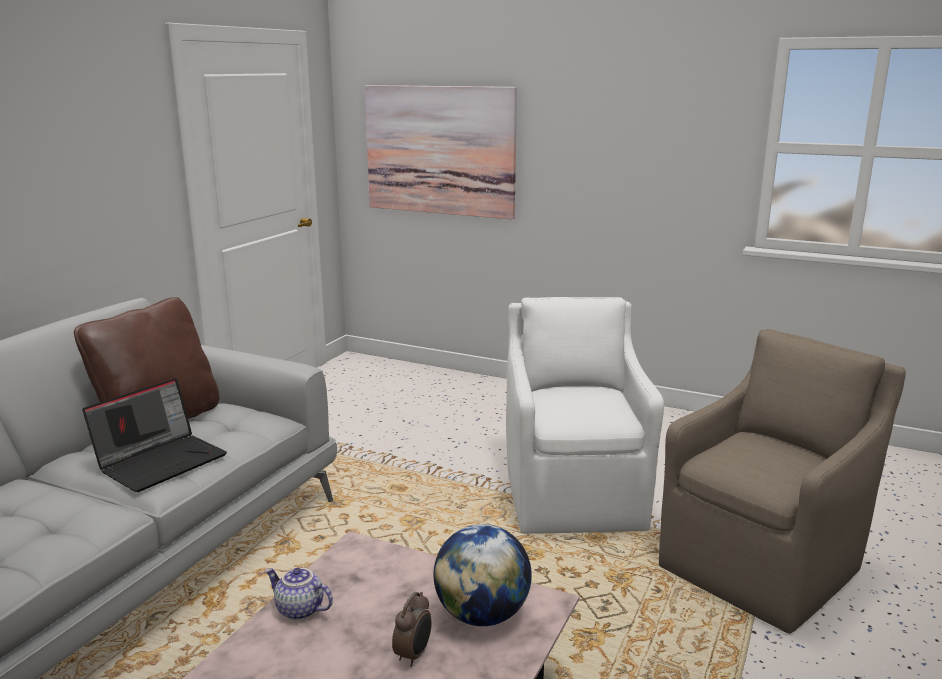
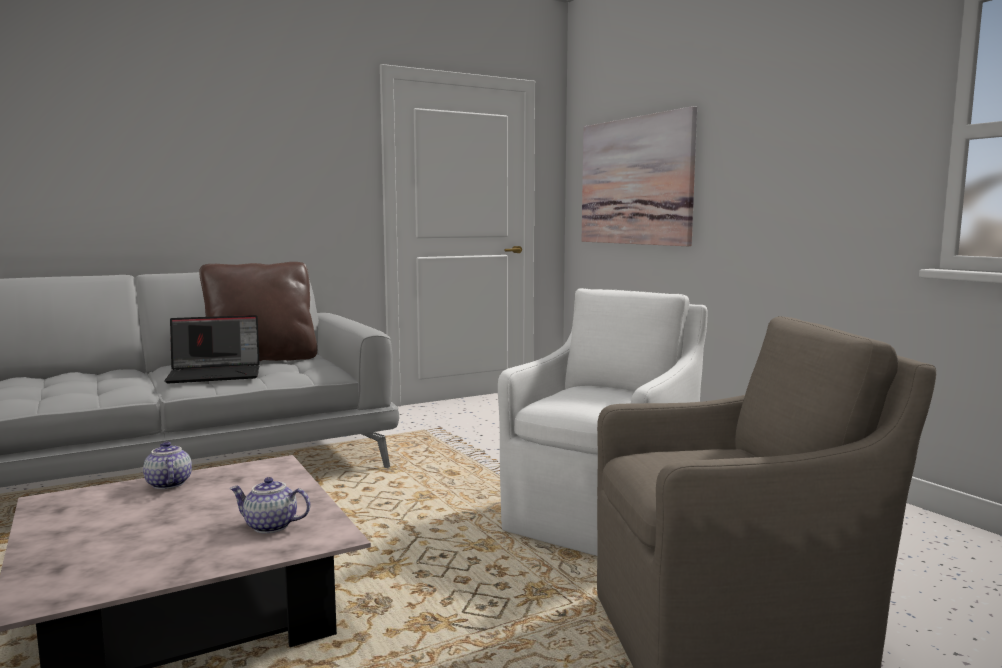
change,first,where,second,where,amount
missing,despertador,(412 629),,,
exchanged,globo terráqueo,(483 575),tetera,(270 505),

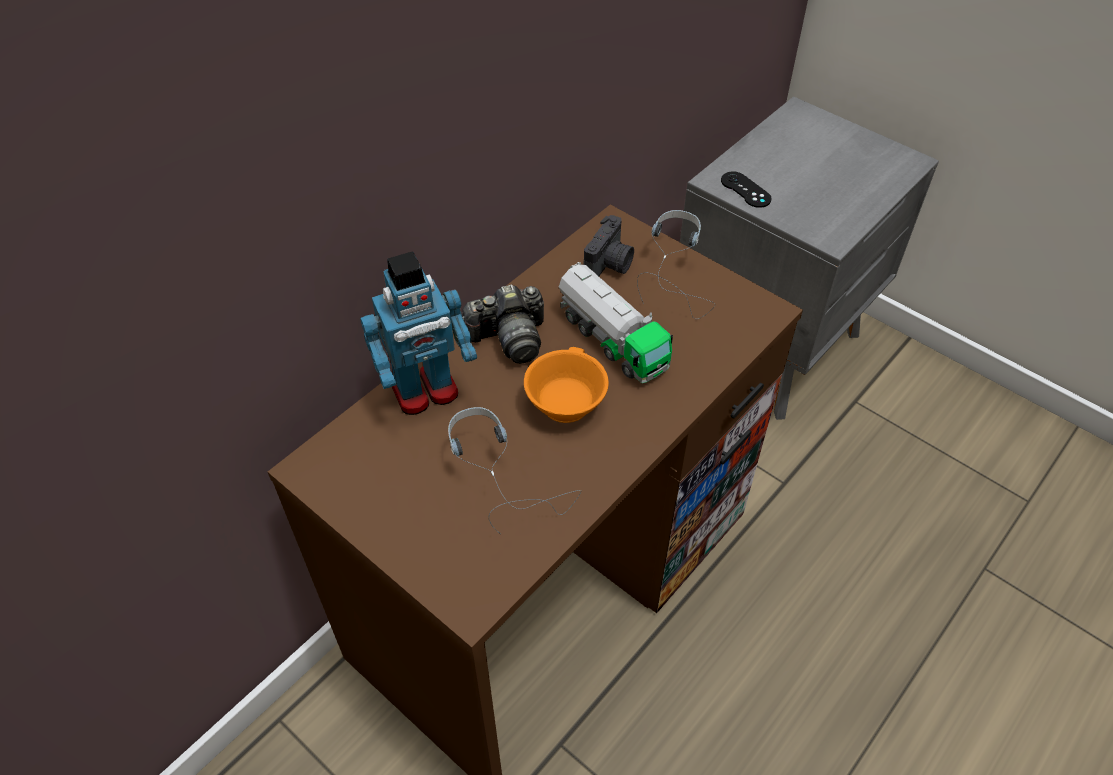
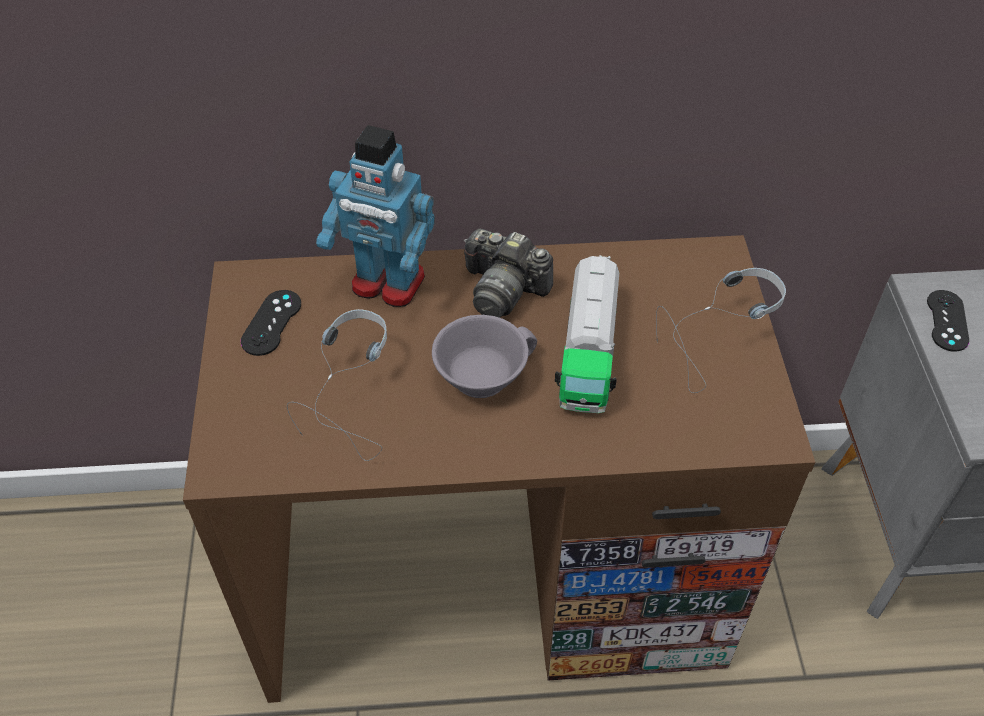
change,first,where,second,where,amount
colour,taza [naranja],(566 385),taza [gris],(484 356),
missing,cámara,(609 245),,,
appeared,,,mando de consola [negro],(271 323),

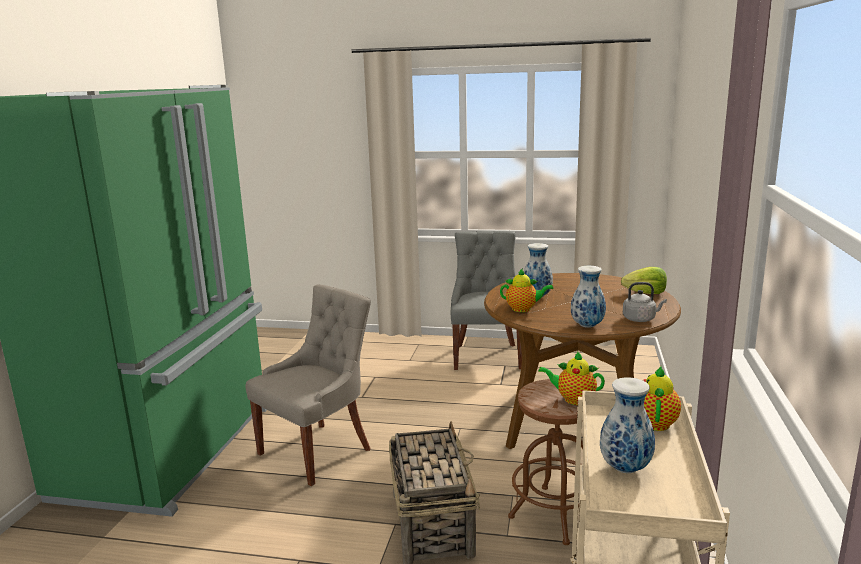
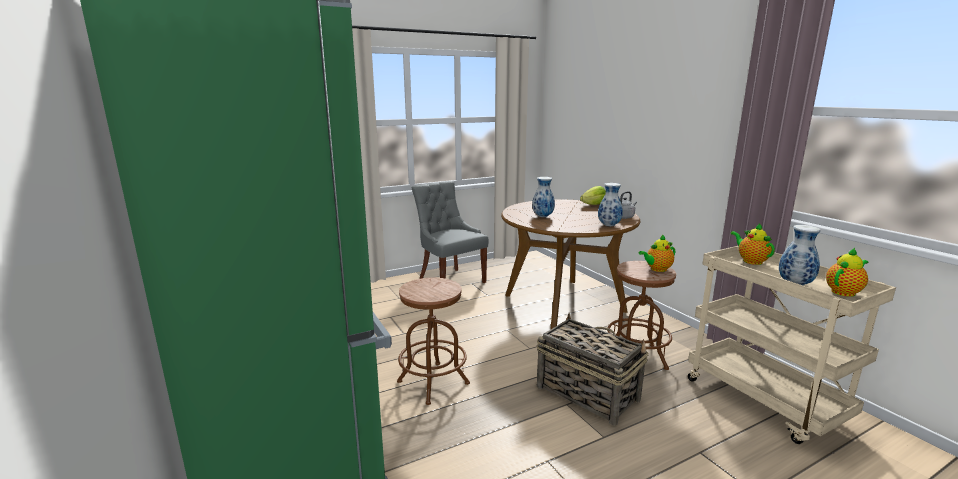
change,first,where,second,where,amount
exchanged,silla [gris],(308 385),taburete [marrón],(433 341),
relocated,tetera,(526 290),,(847 272),

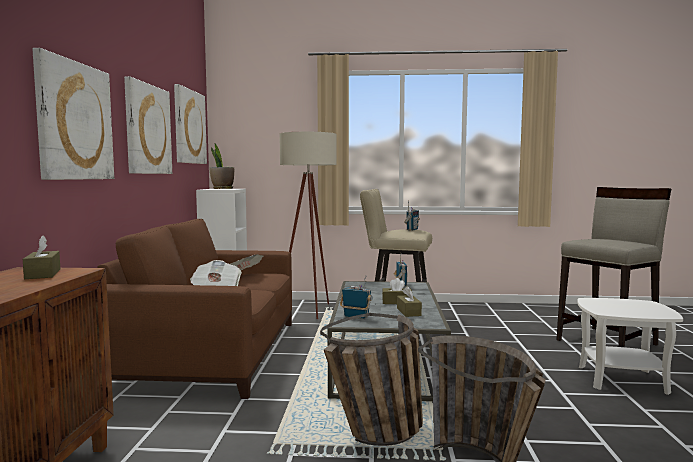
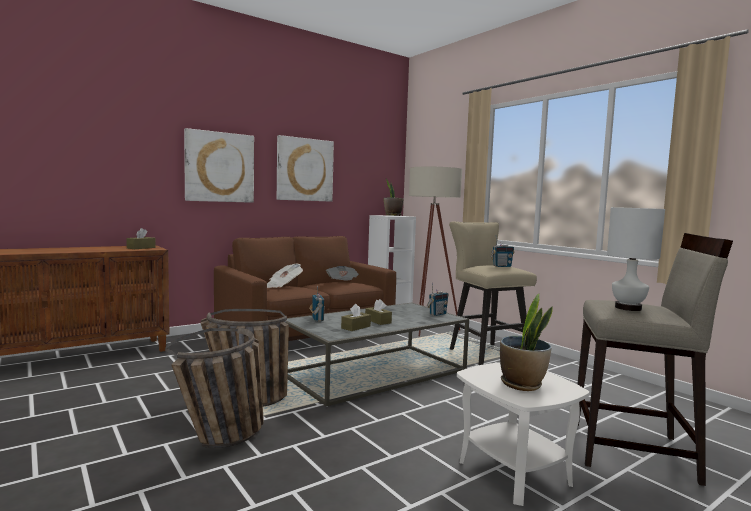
change,first,where,second,where,amount
missing,cuadro,(190 124),,,
appeared,,,planta en maceta,(526 342),
appeared,,,lámpara de mesa [blanco],(636 259),

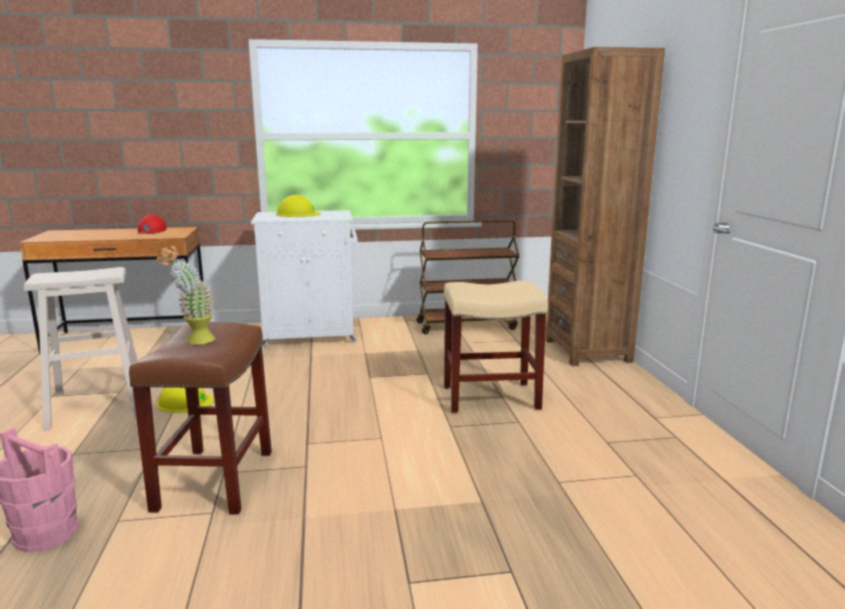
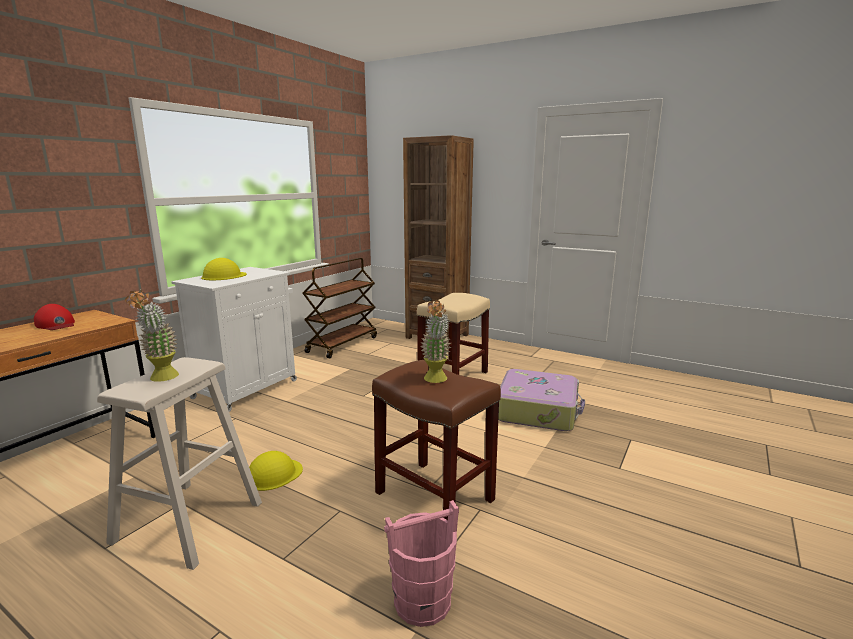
change,first,where,second,where,amount
appeared,,,planta en maceta,(152 336),
appeared,,,maleta,(541 400),

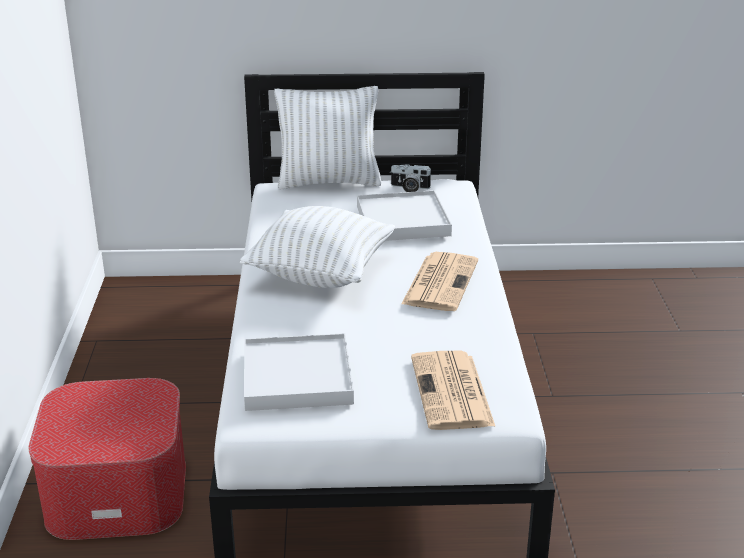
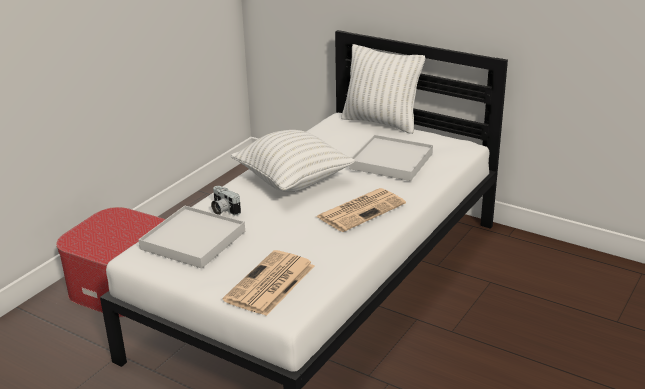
change,first,where,second,where,amount
relocated,cámara,(410 178),,(226 201),

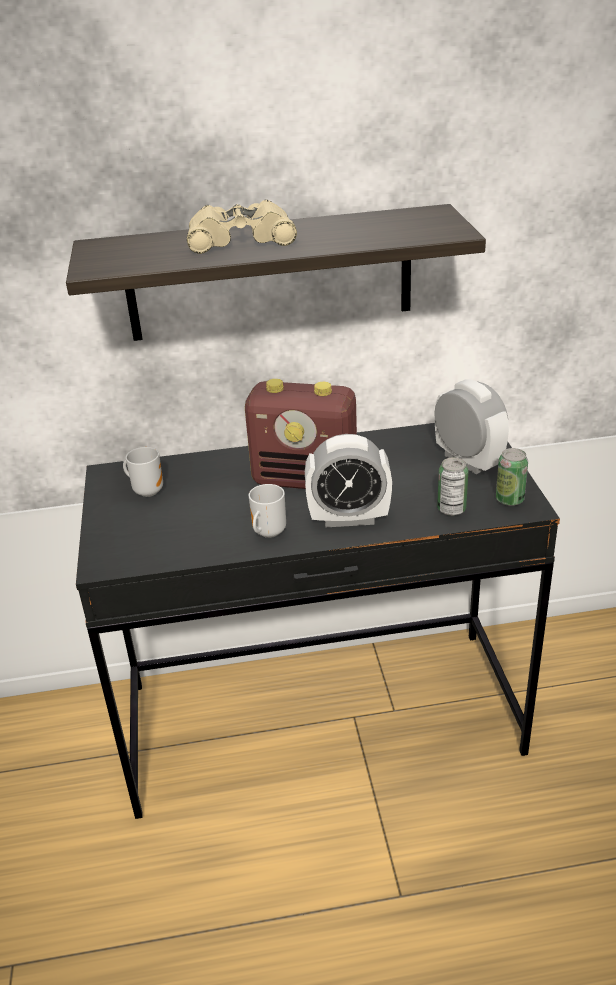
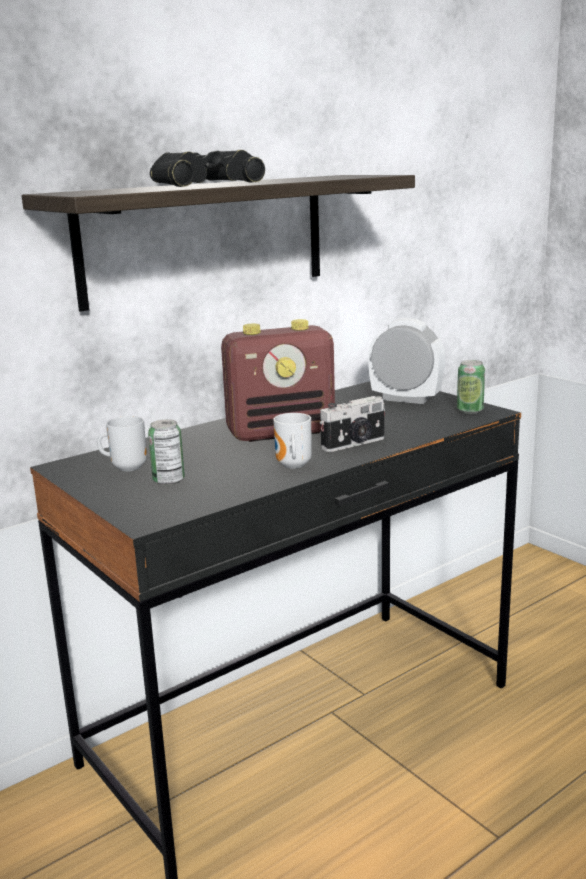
change,first,where,second,where,amount
colour,prismáticos [beis],(242 227),prismáticos [negro],(207 168),
exchanged,despertador,(348 481),cámara,(352 424),
relocated,lata,(452 486),,(166 452),

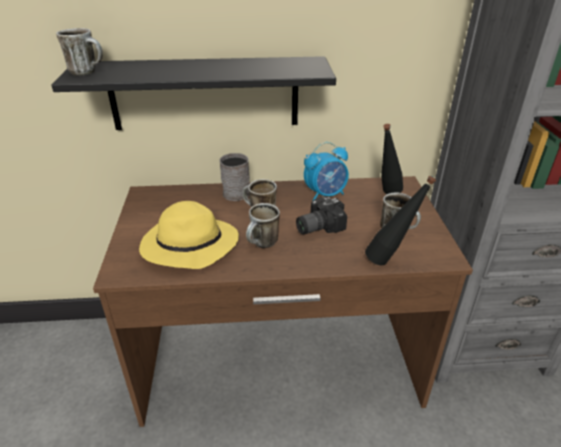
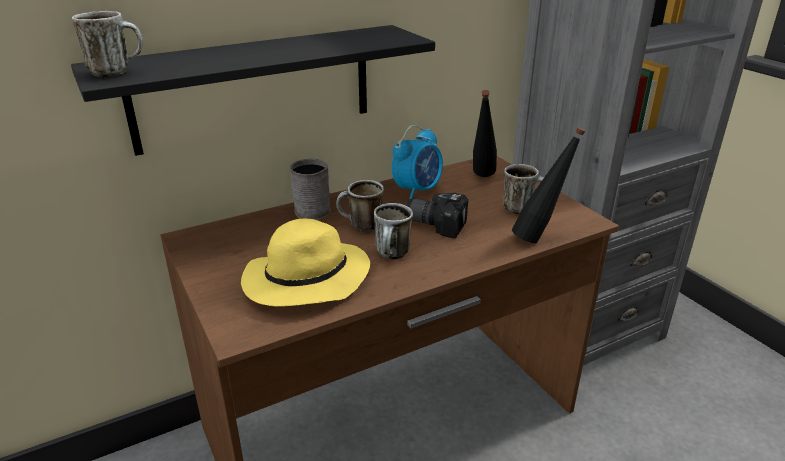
change,first,where,second,where,amount
spun,cámara,(321 215),,(437 216),75 degrees clockwise

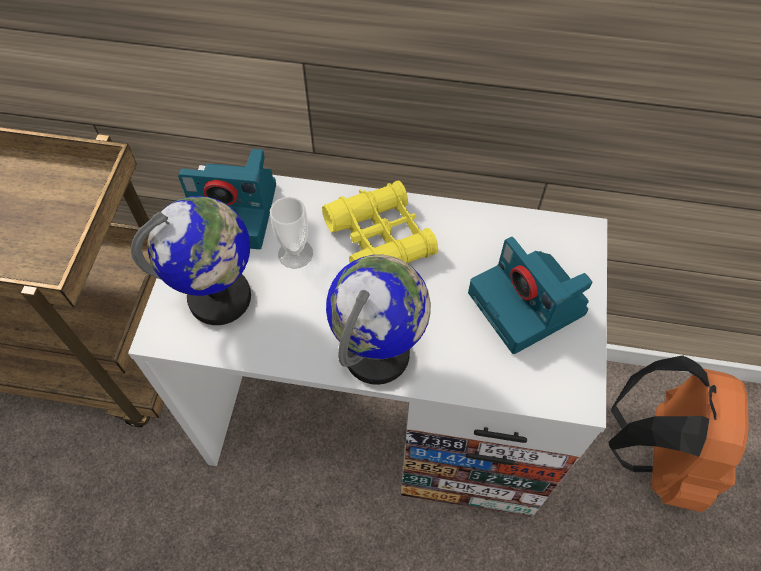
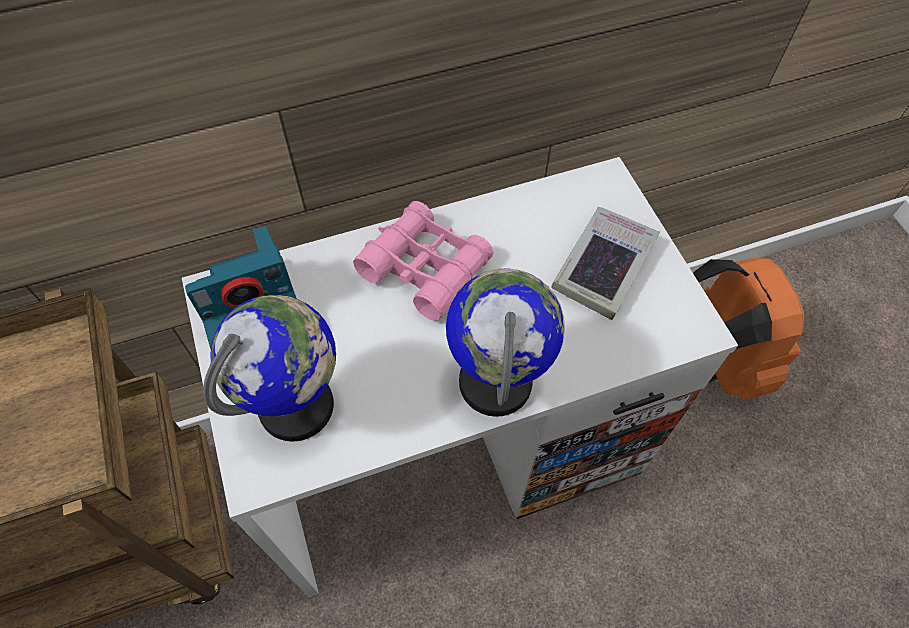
change,first,where,second,where,amount
missing,taza,(291 233),,,
colour,prismáticos [amarillo],(380 221),prismáticos [rosa],(423 261),
exchanged,cámara,(530 295),libro,(605 263),

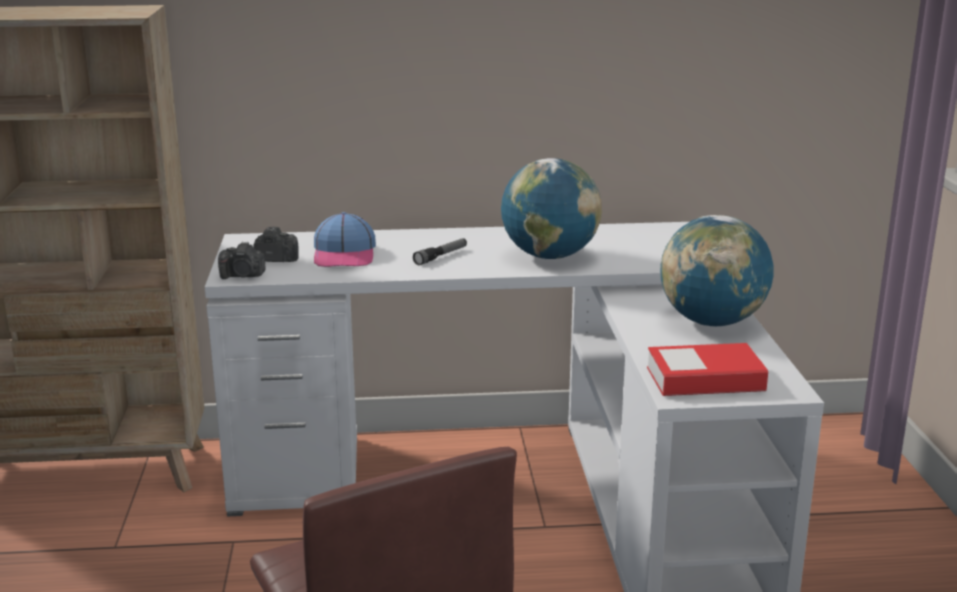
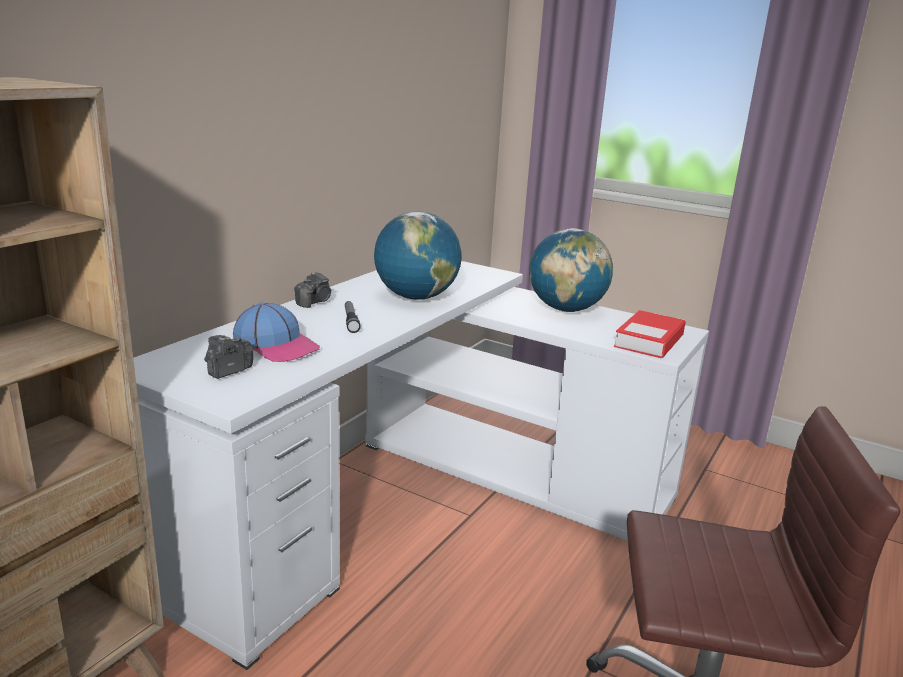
change,first,where,second,where,amount
relocated,cámara,(242 260),,(313 290),

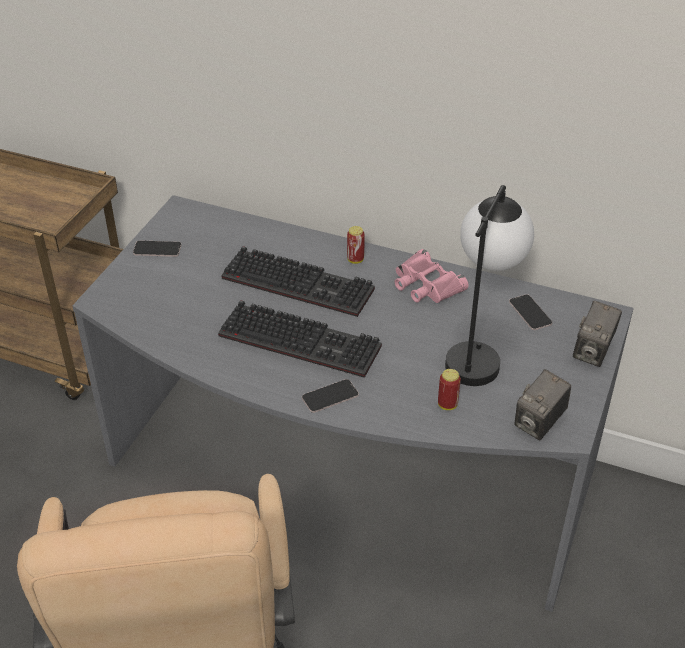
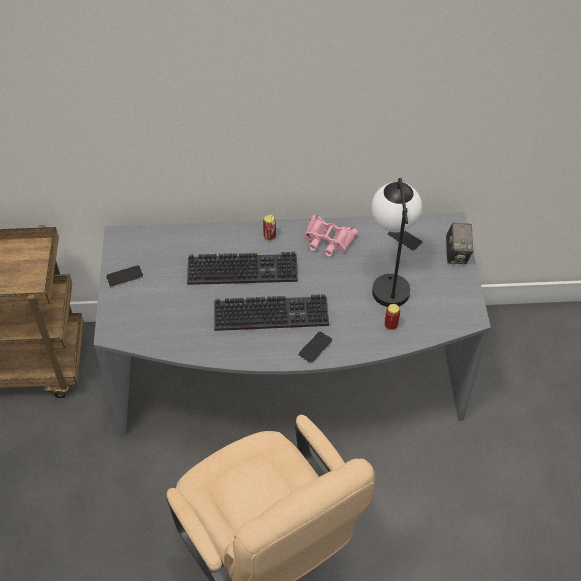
change,first,where,second,where,amount
missing,cámara,(542 405),,,

